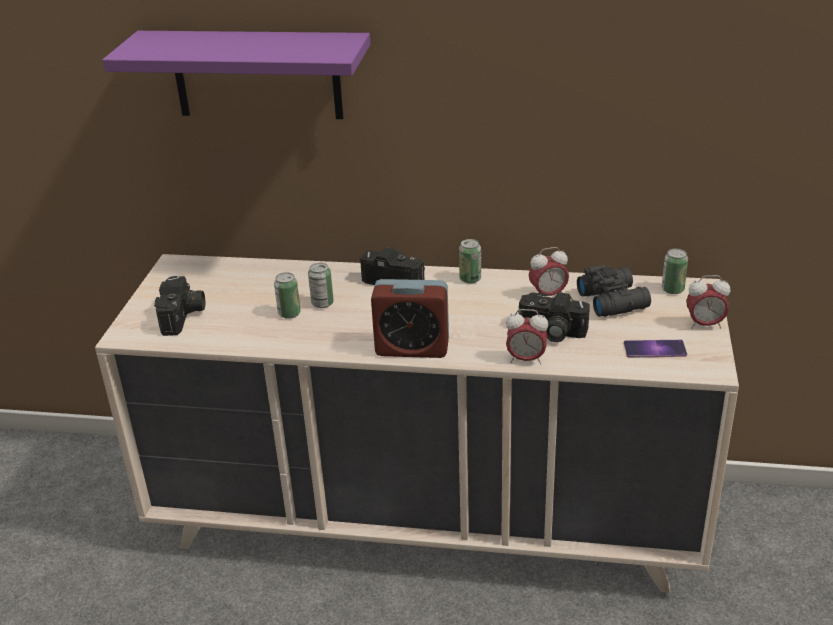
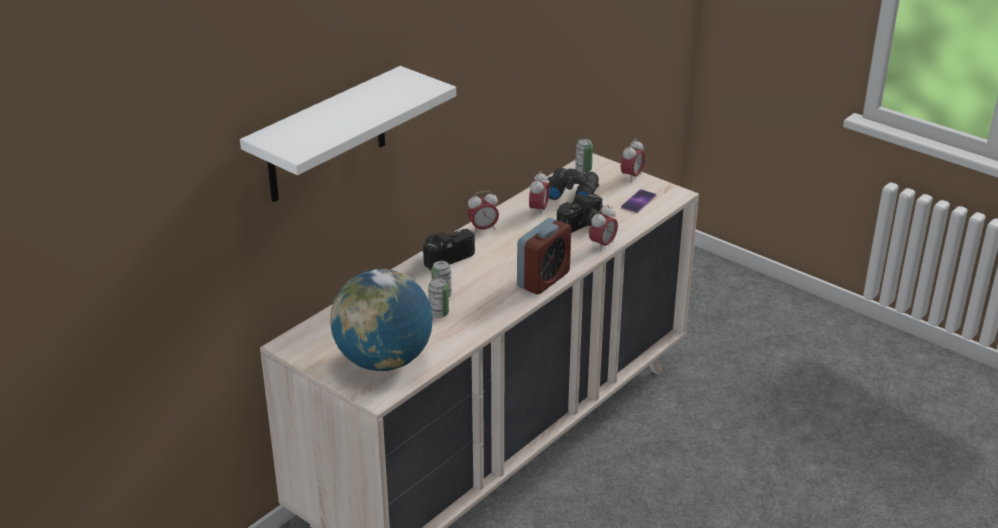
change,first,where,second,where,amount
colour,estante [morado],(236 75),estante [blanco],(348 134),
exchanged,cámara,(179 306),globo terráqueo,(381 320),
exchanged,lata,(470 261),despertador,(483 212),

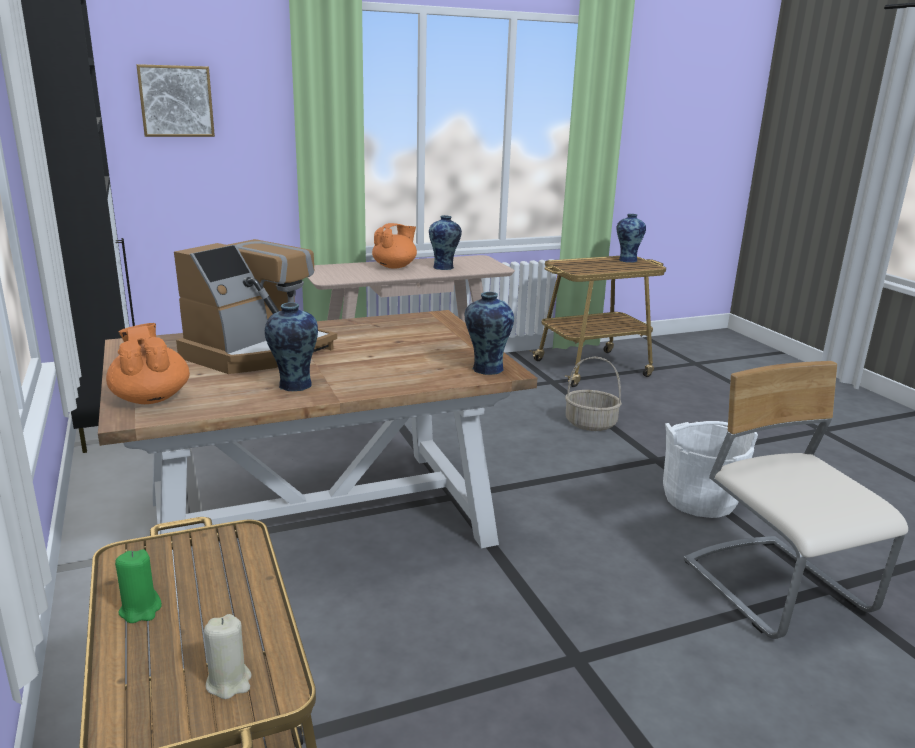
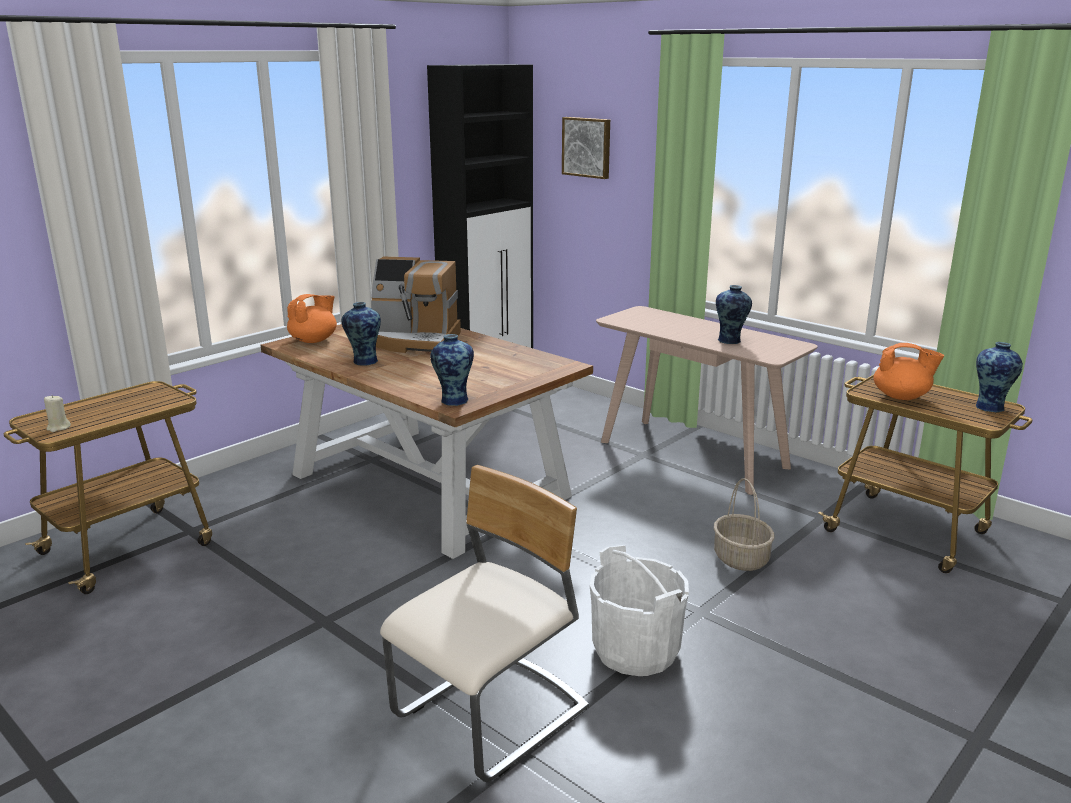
change,first,where,second,where,amount
missing,vela [verde],(138 586),,,
relocated,tetera [naranja],(394 246),,(909 371),

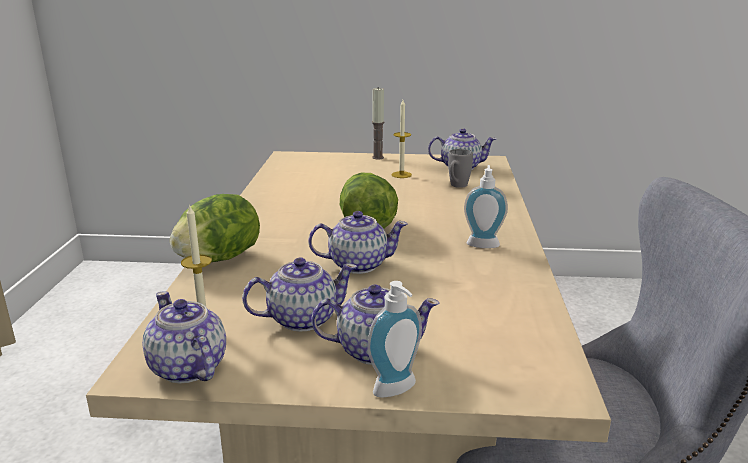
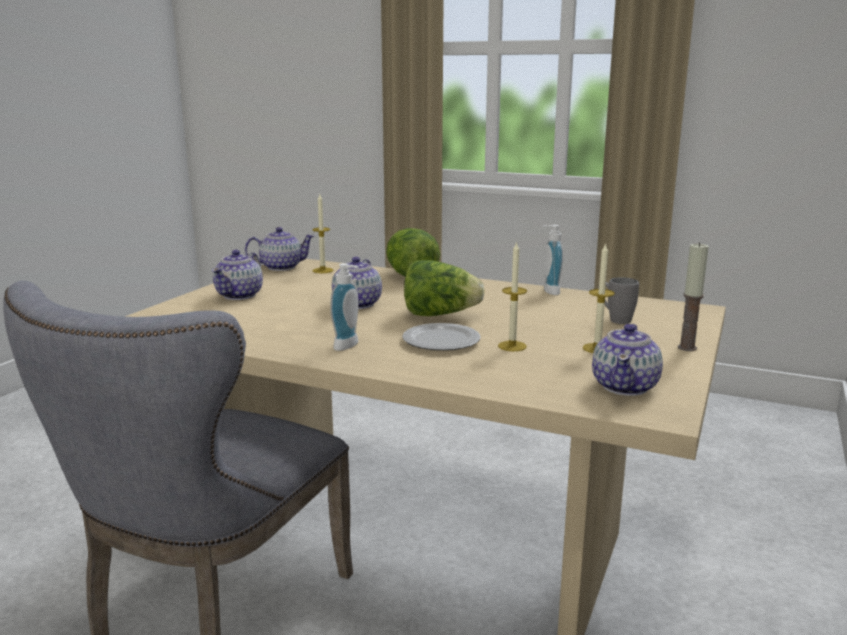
change,first,where,second,where,amount
missing,tetera,(299 295),,,
relocated,dispensador de jabón,(395 339),,(553 260),
relocated,taza grande [gris],(460 168),,(618 300),
appeared,,,plato,(441 337),
appeared,,,vela,(512 296),

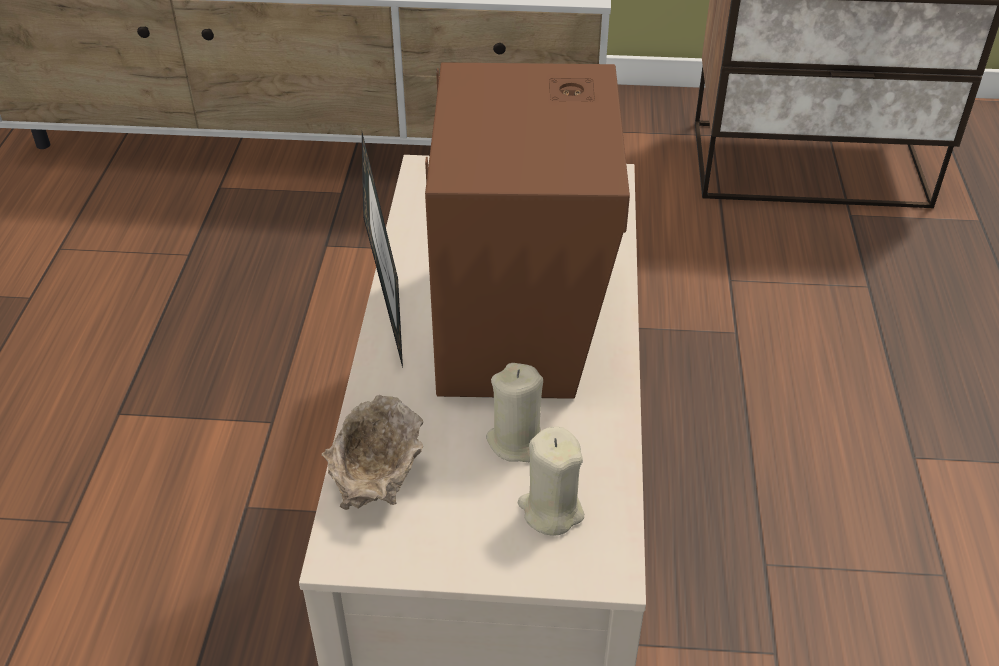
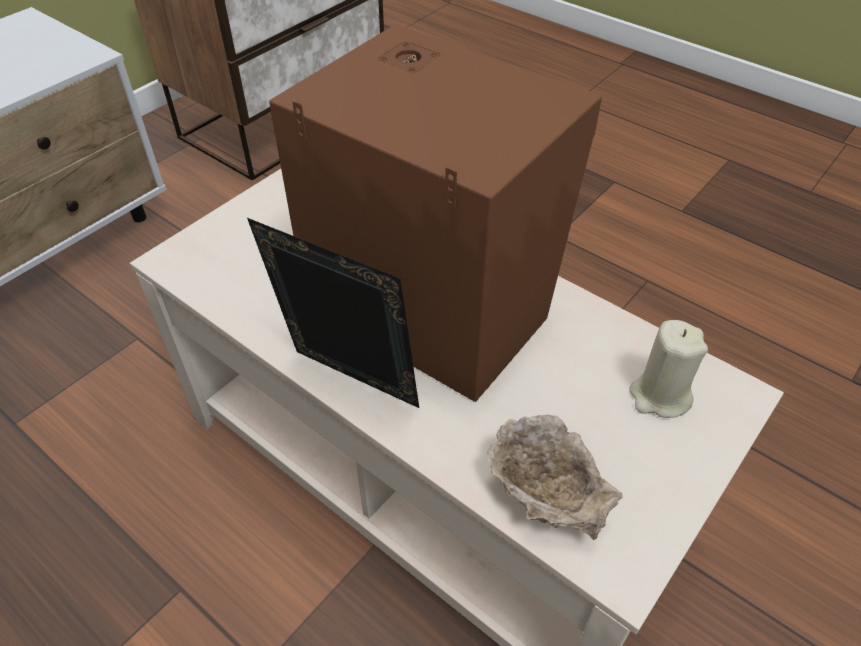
change,first,where,second,where,amount
missing,vela [beis],(514 412),,,

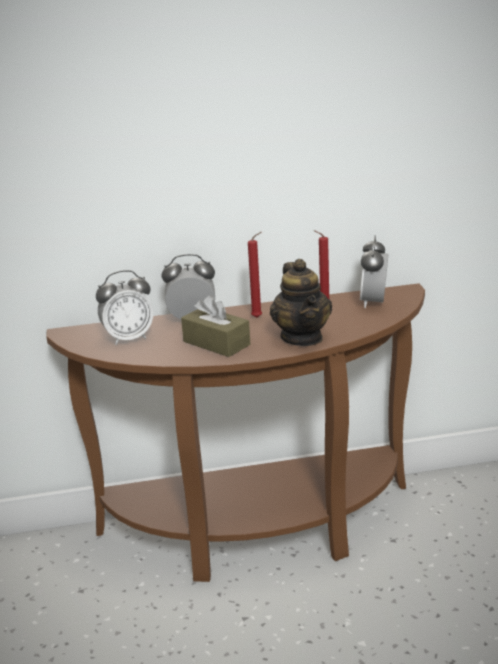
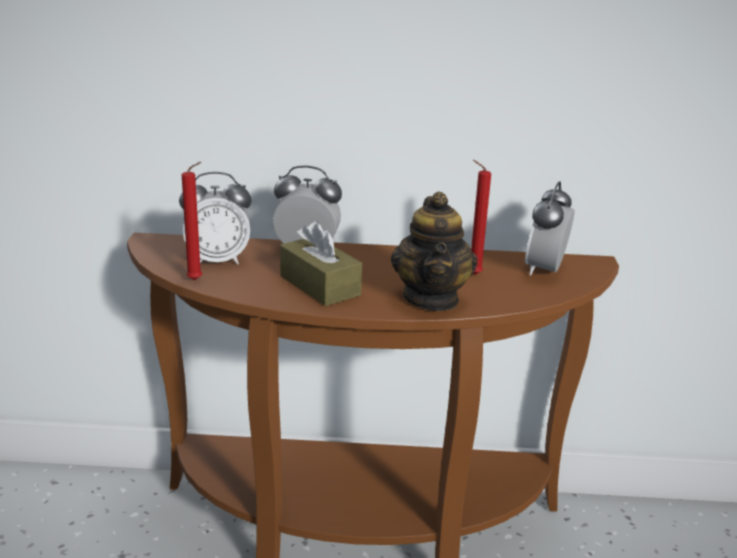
change,first,where,second,where,amount
relocated,vela [rojo],(255 275),,(192 221),

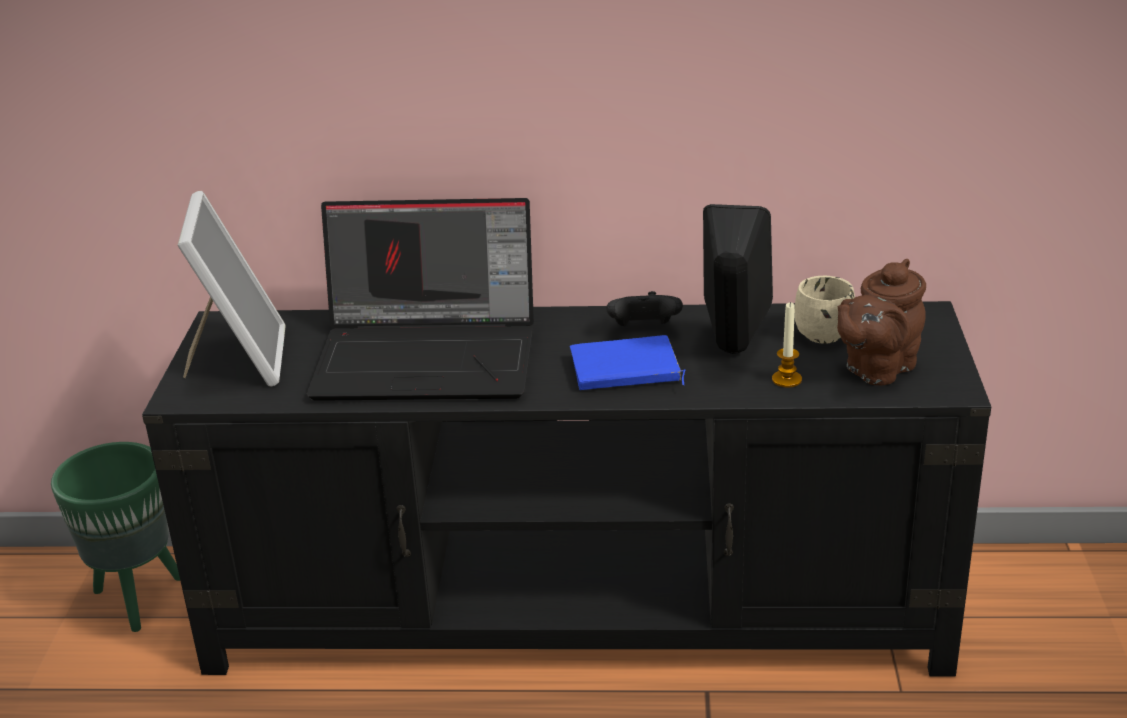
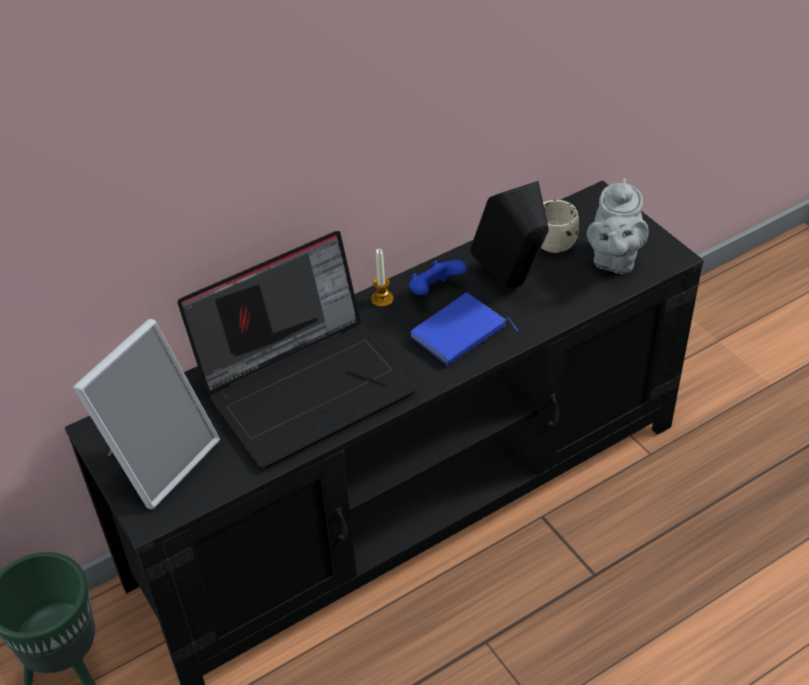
change,first,where,second,where,amount
spun,portarretratos,(232 289),,(146 414),75 degrees clockwise
colour,mando de consola [negro],(644 308),mando de consola [azul],(438 277),
relocated,vela,(787 345),,(382 278),
colour,tetera [marrón],(881 322),tetera [gris],(618 226),

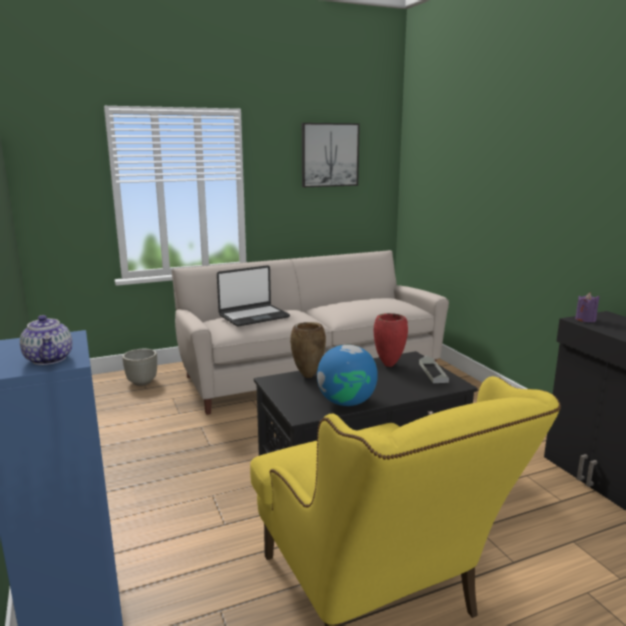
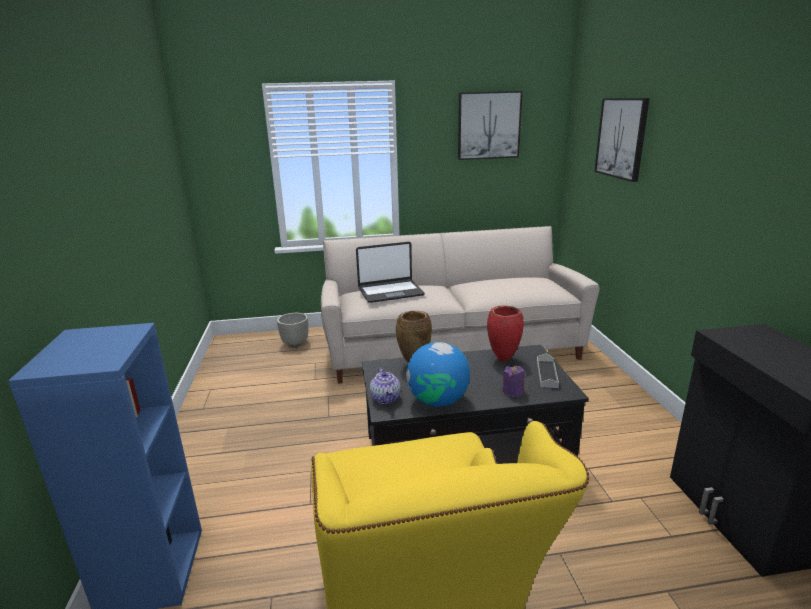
change,first,where,second,where,amount
relocated,tetera,(46 340),,(385 386),
relocated,vela [morado],(587 307),,(513 381),
appeared,,,cuadro,(622 140),

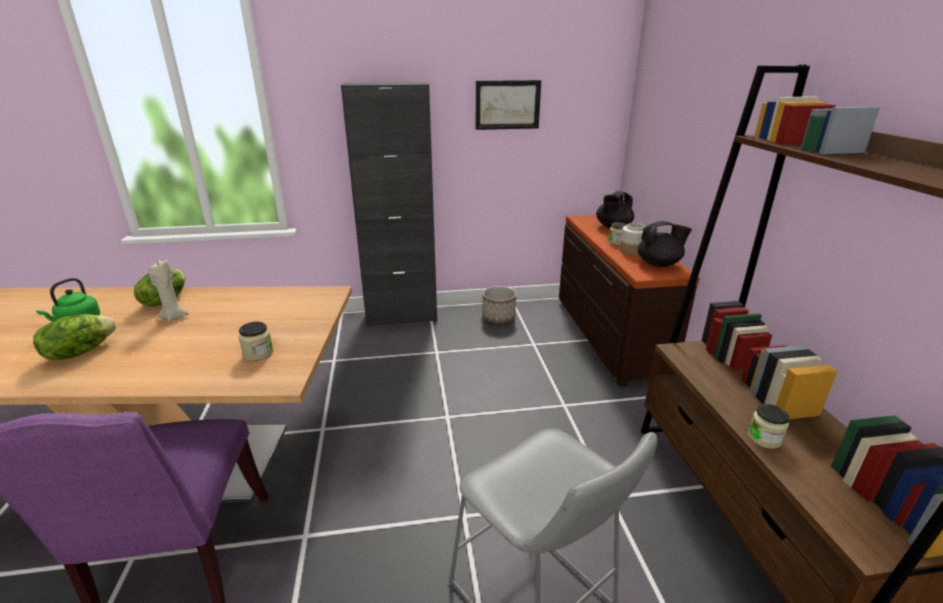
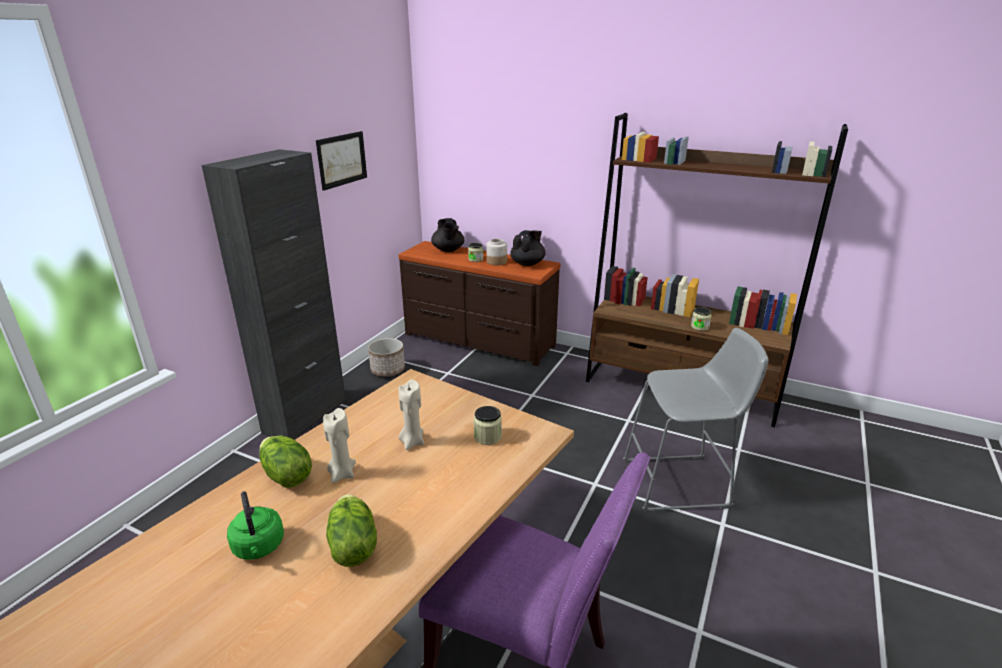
change,first,where,second,where,amount
appeared,,,vela [beis],(411 415),

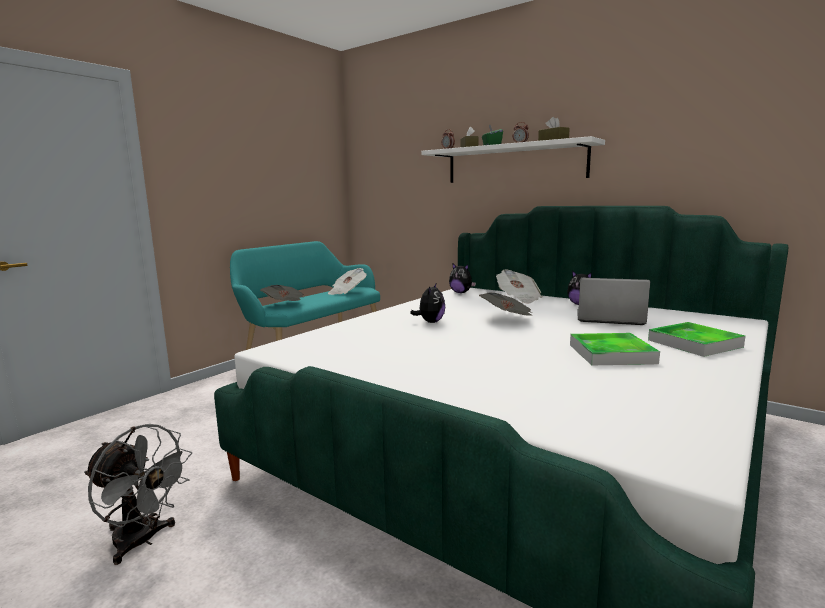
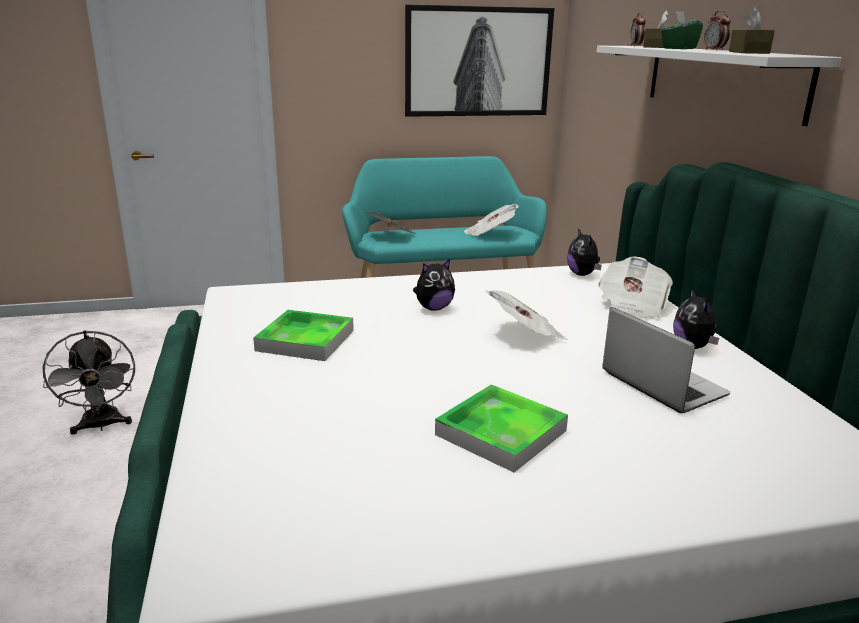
change,first,where,second,where,amount
relocated,bandeja,(696 339),,(303 335),
appeared,,,cuadro,(479 61),

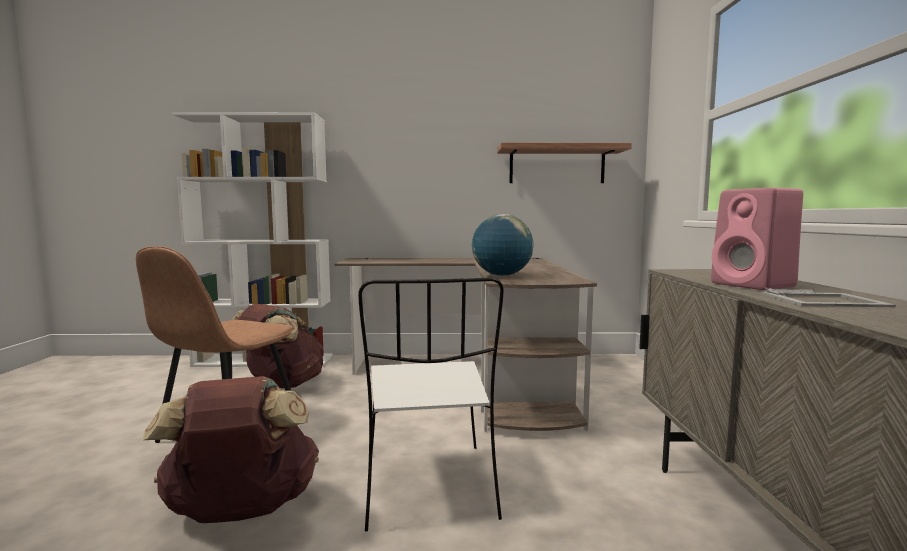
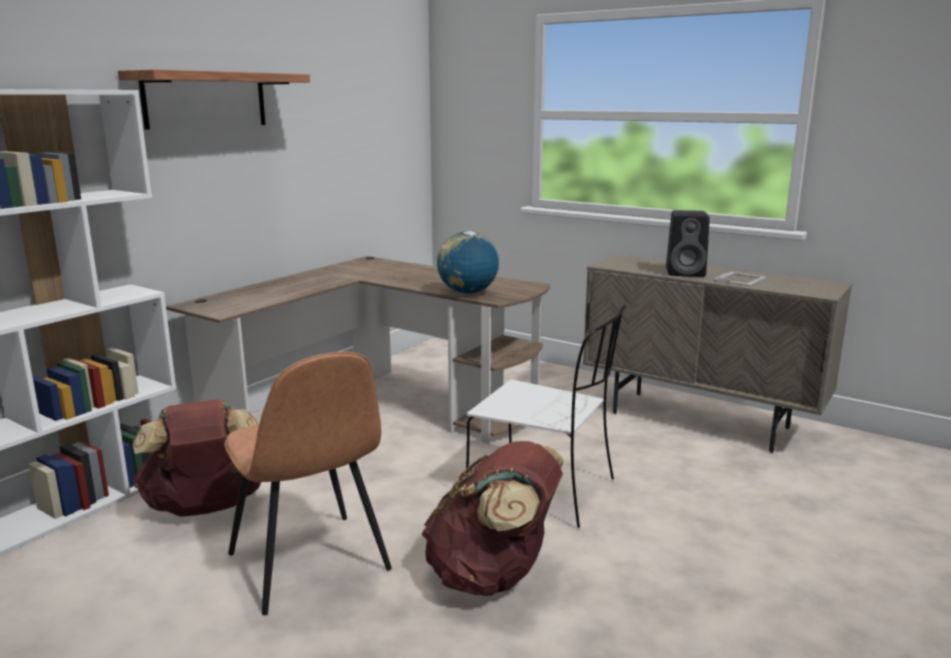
change,first,where,second,where,amount
relocated,estante,(564 163),,(214 99),
colour,altavoz [rosa],(757 239),altavoz [negro],(688 243),

